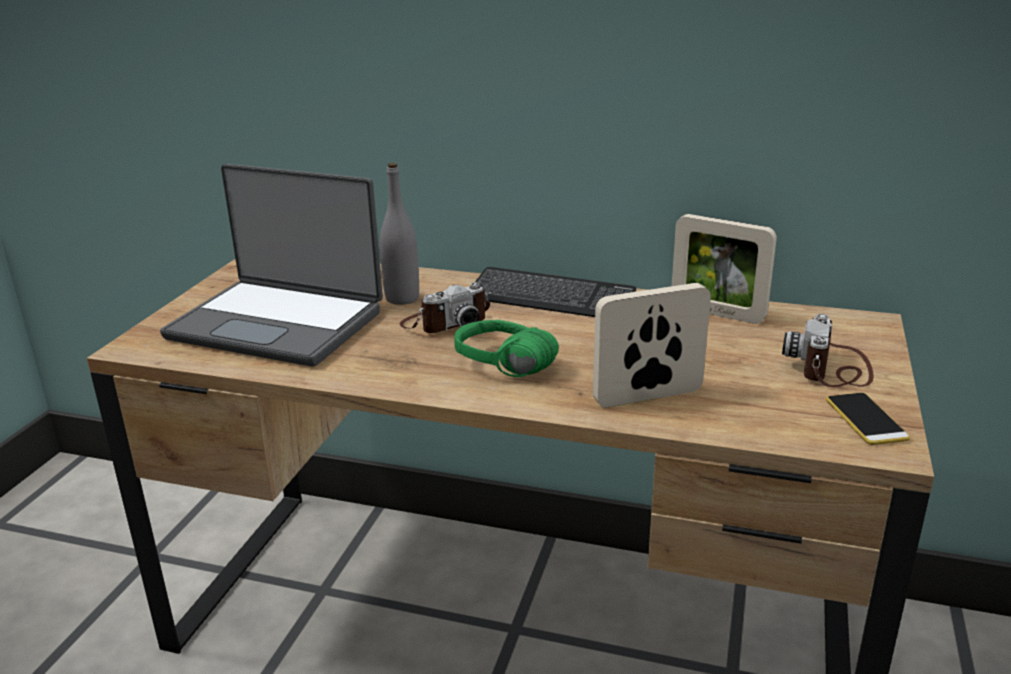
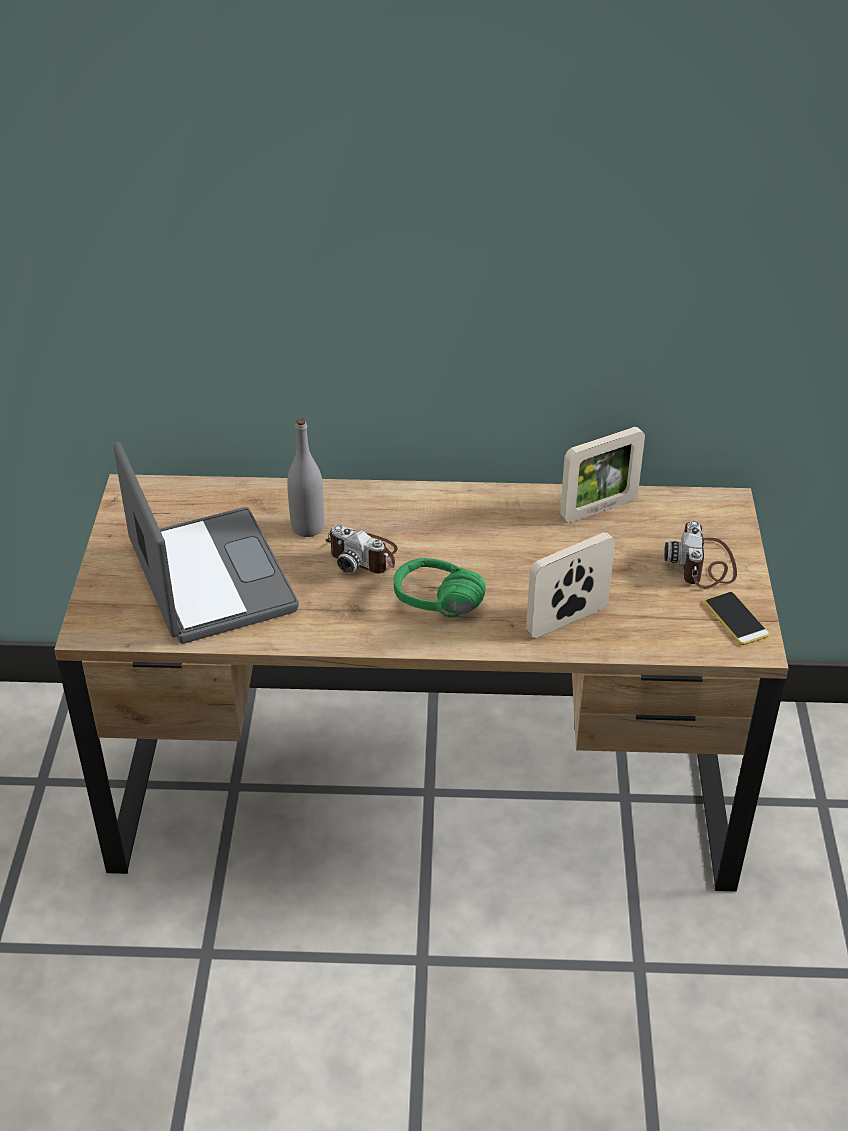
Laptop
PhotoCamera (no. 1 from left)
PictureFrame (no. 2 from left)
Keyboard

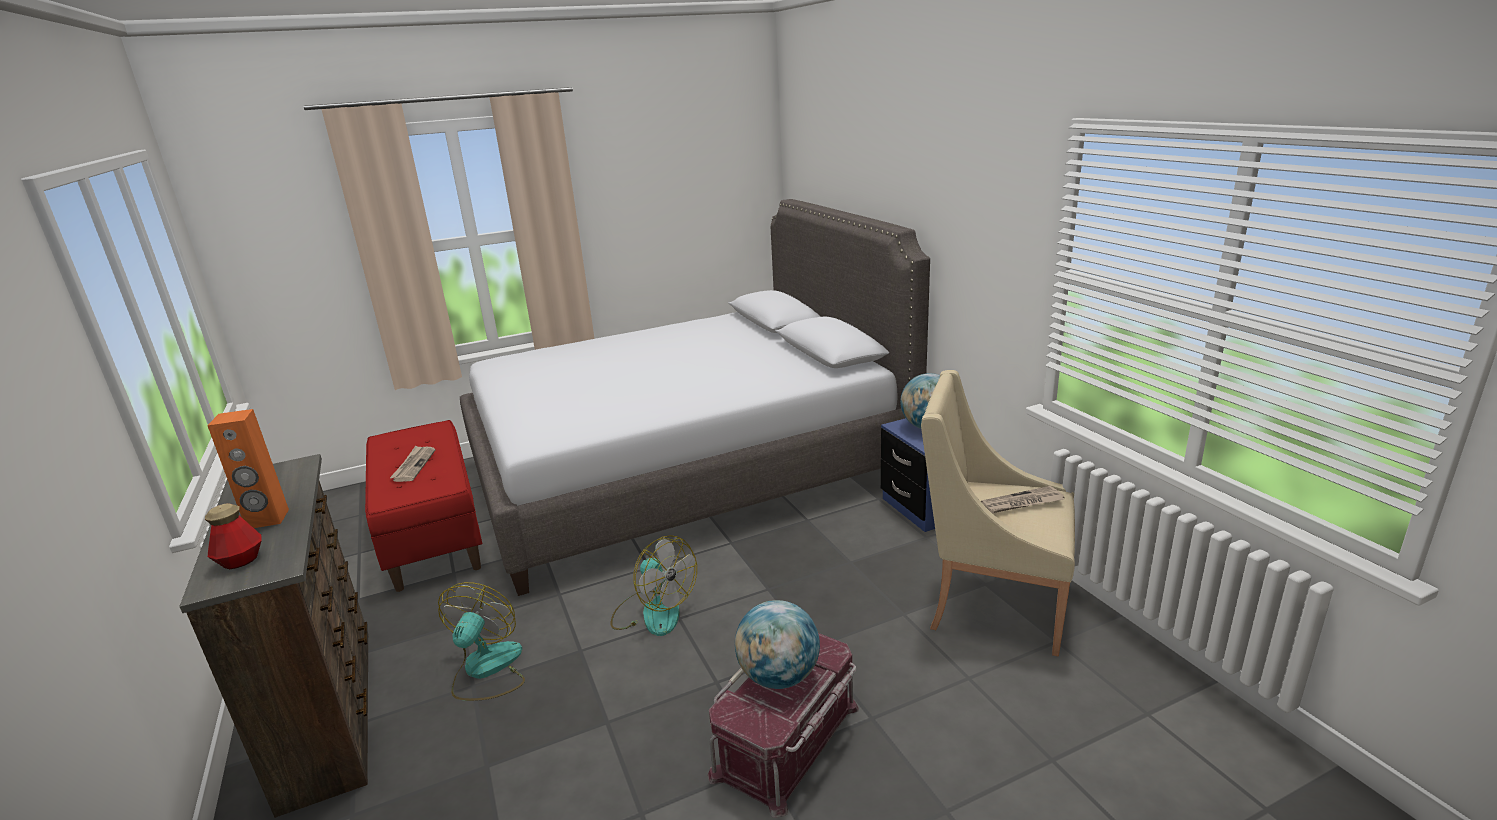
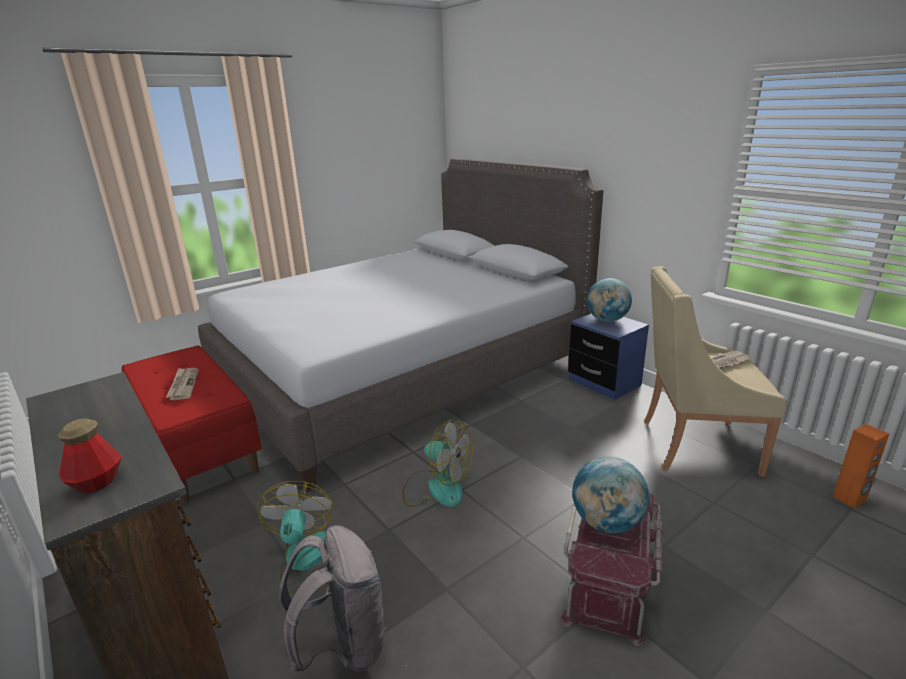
GreyBackpack
OrangeSpeaker

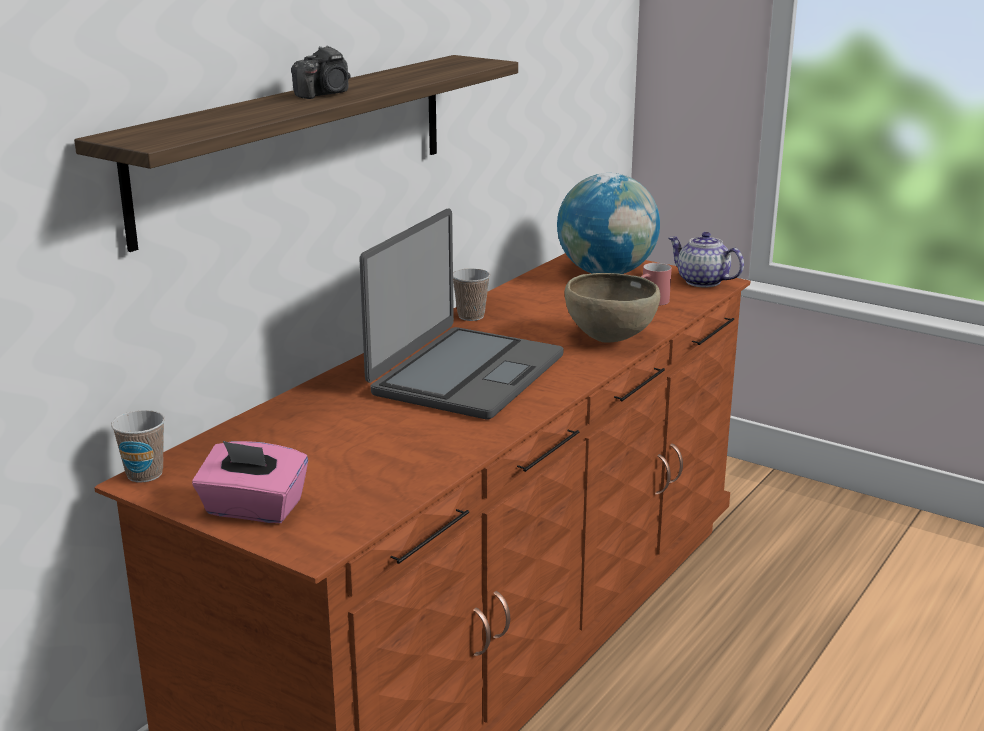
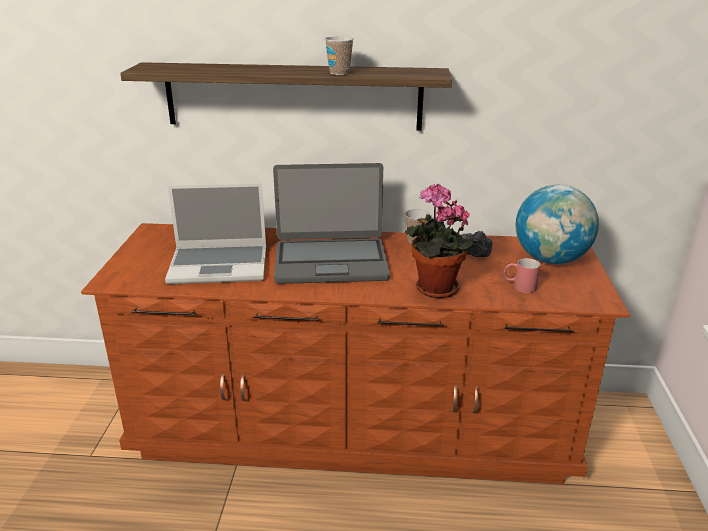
Laptop (no. 1 from left)
Cup (no. 1 from left)
PottedPlant
PhotoCamera
PinkTissueBox
Teapot

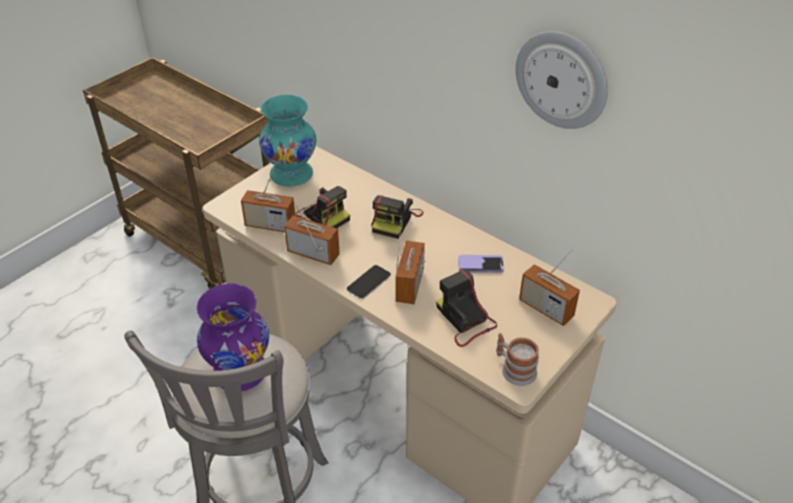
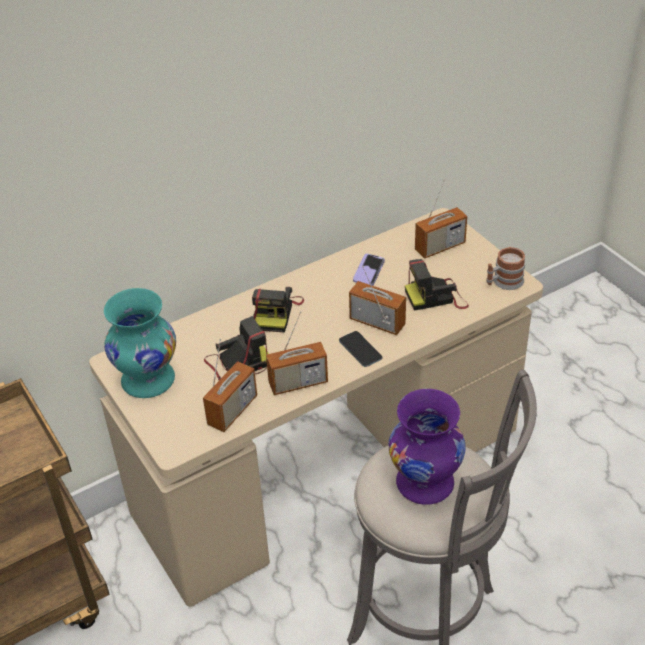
PhotoCamera (no. 2 from left)
Radio (no. 2 from left)
WallClock

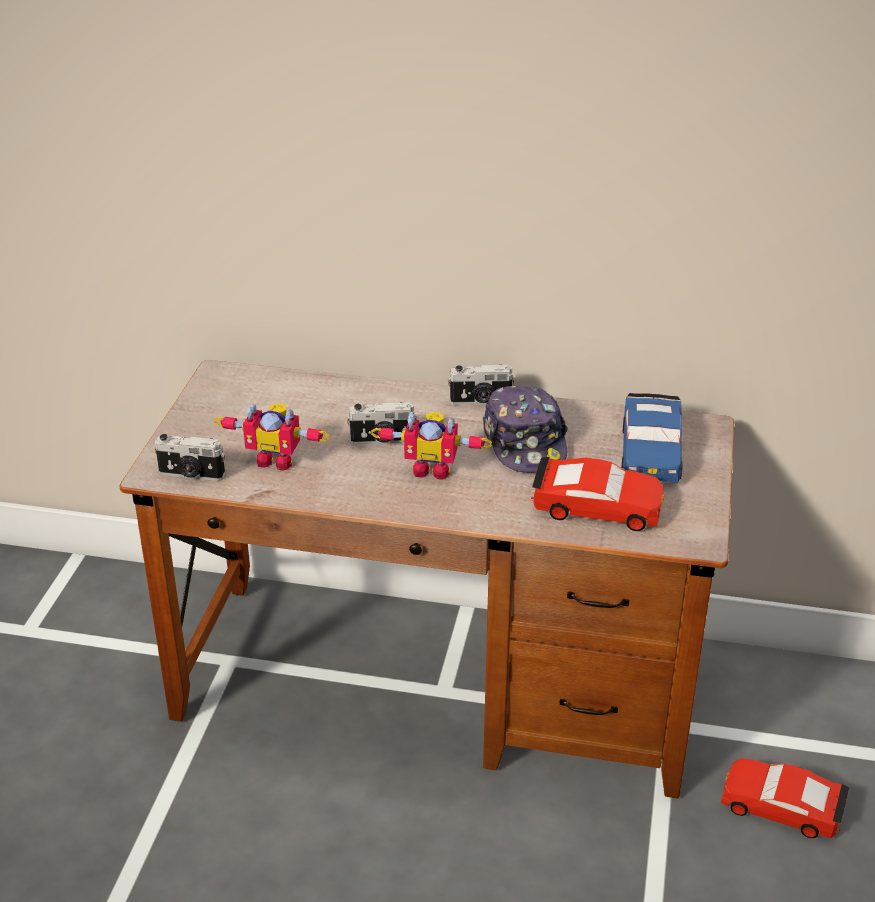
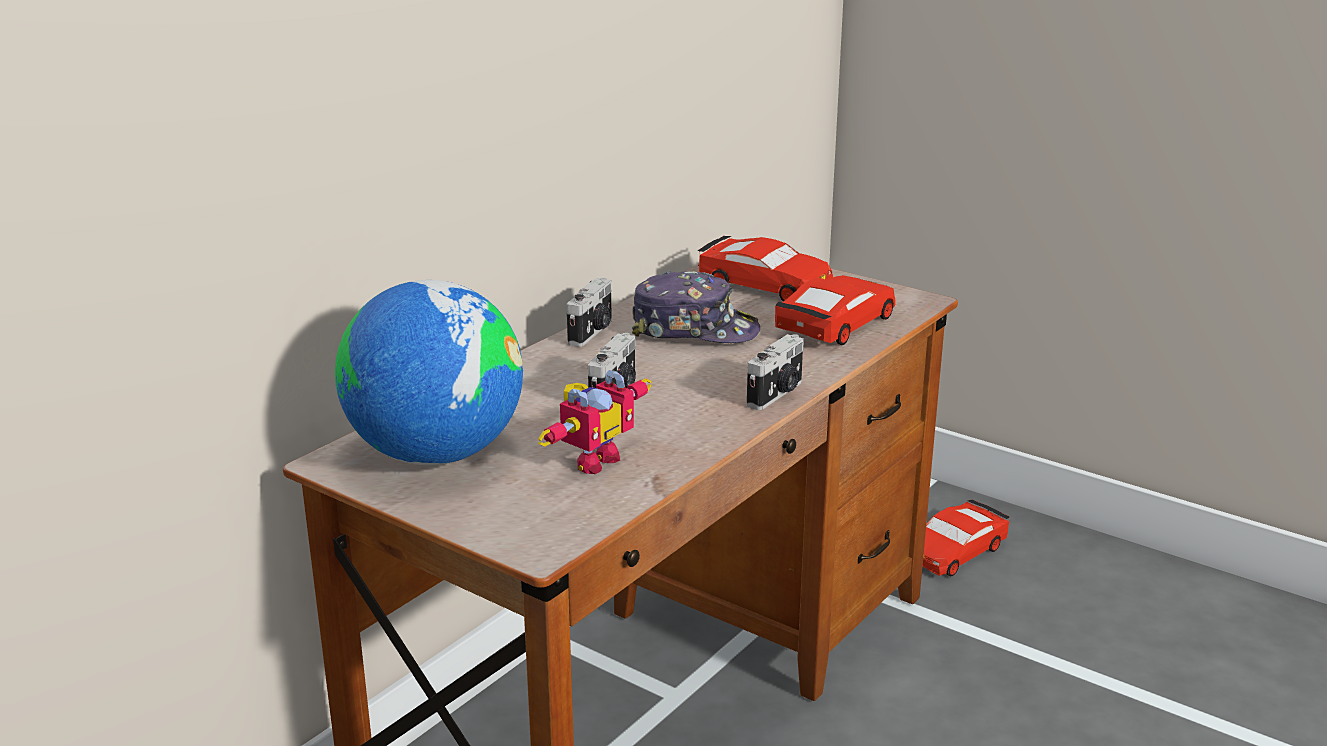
Globe
RedToyCar (no. 1 from left)
PhotoCamera (no. 3 from left)
ToyRobot (no. 2 from left in the first image)

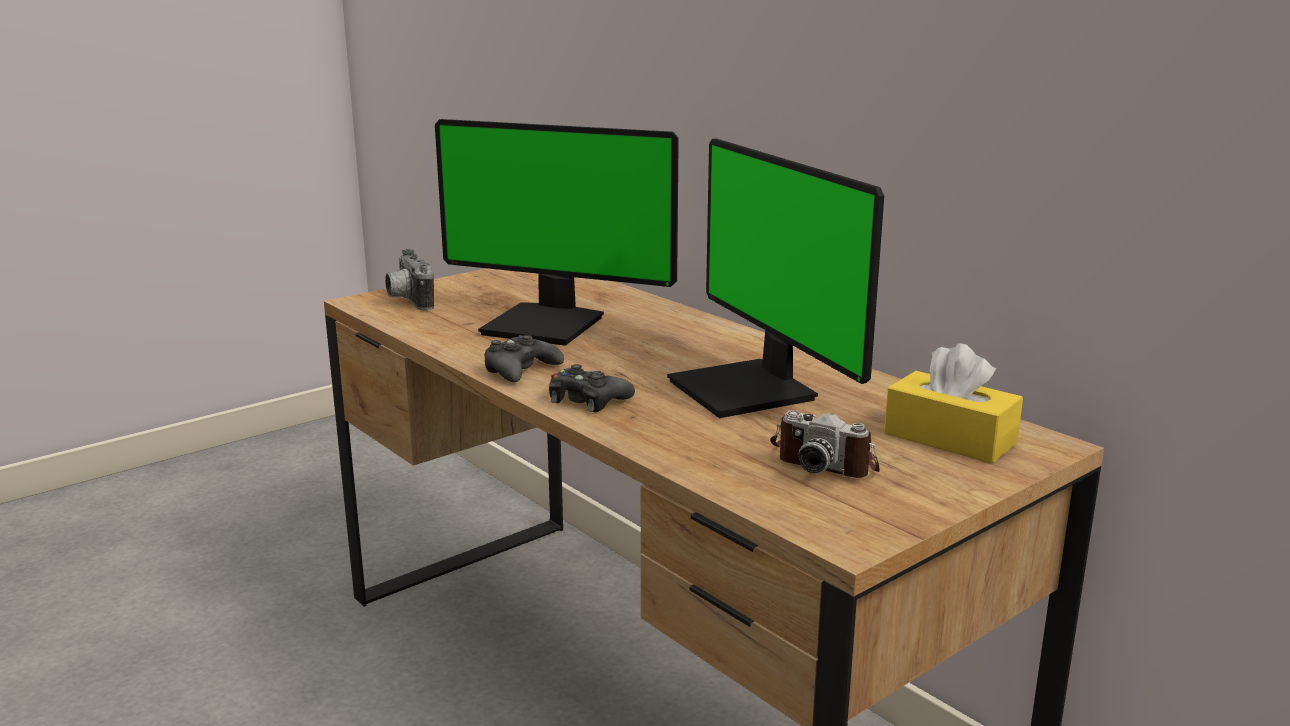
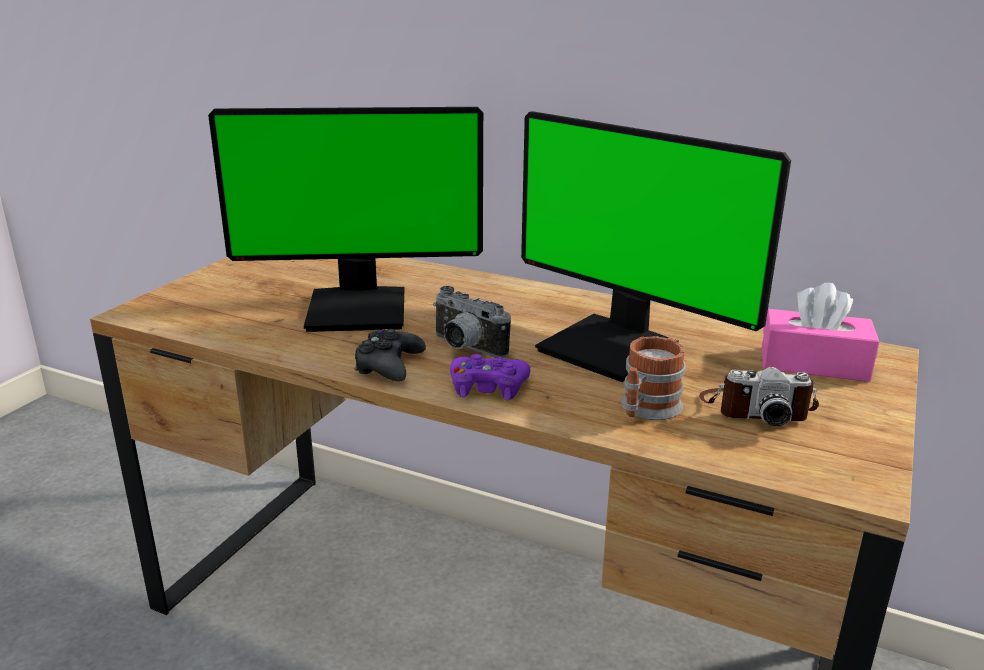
PhotoCamera (no. 1 from left)
PurpleGameController
Mug
PinkTissueBox

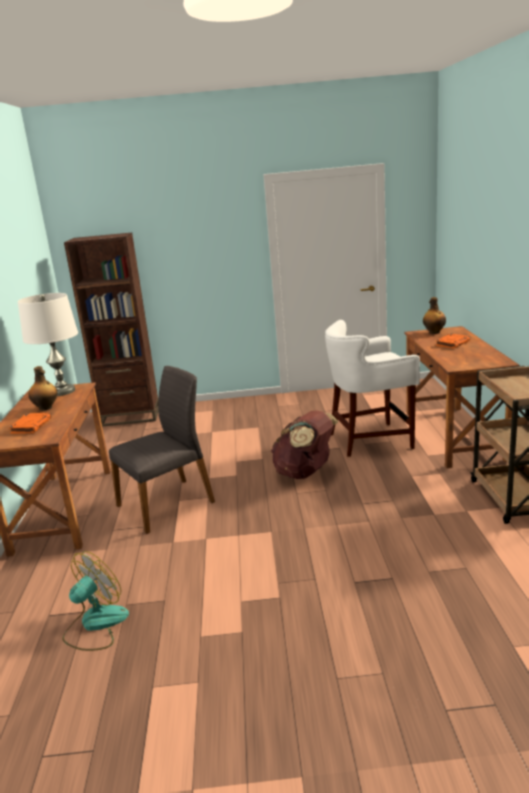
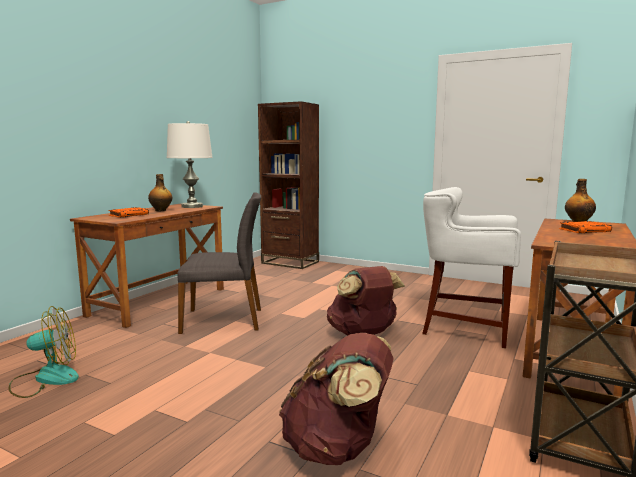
BrownBackpack (no. 1 from left)

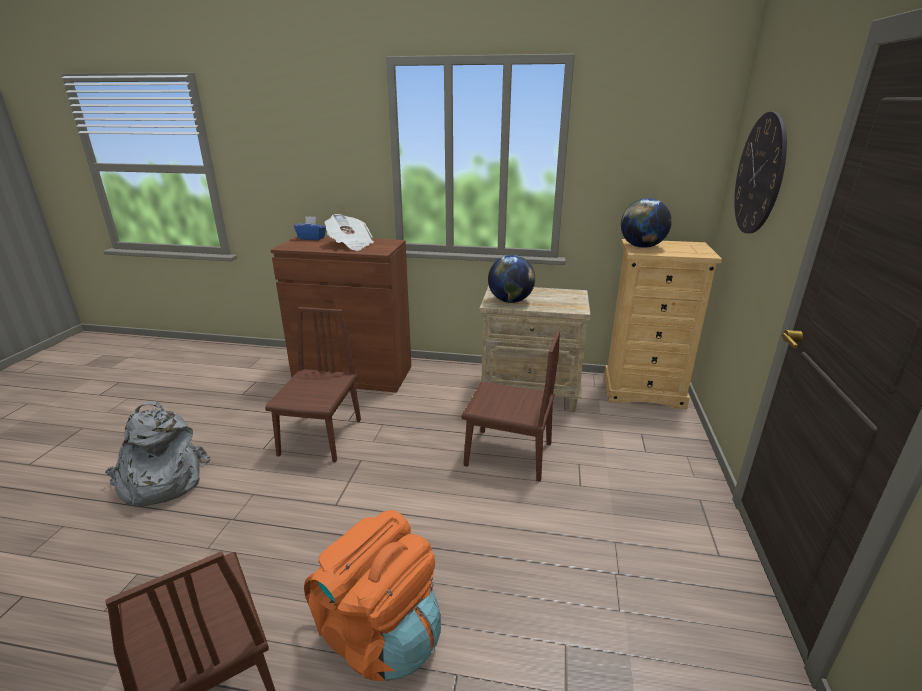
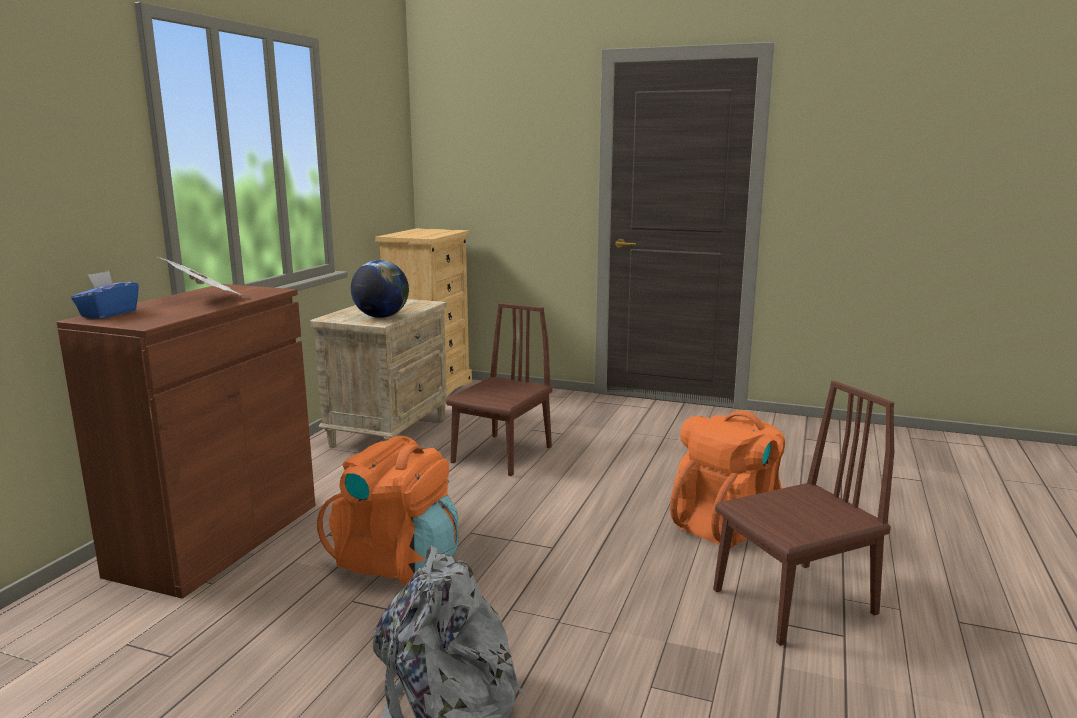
OrangeBackpack (no. 1 from left)
Globe (no. 2 from left in the first image)
WallClock

